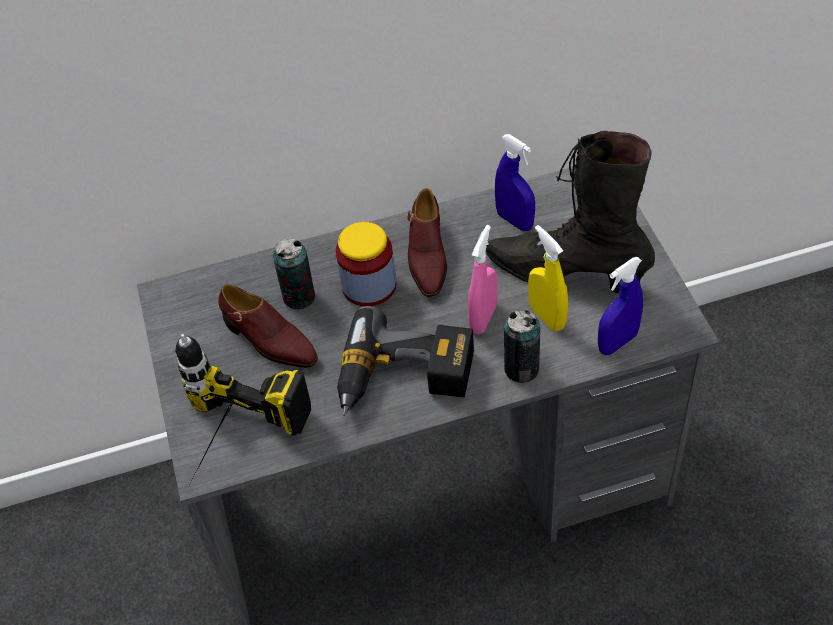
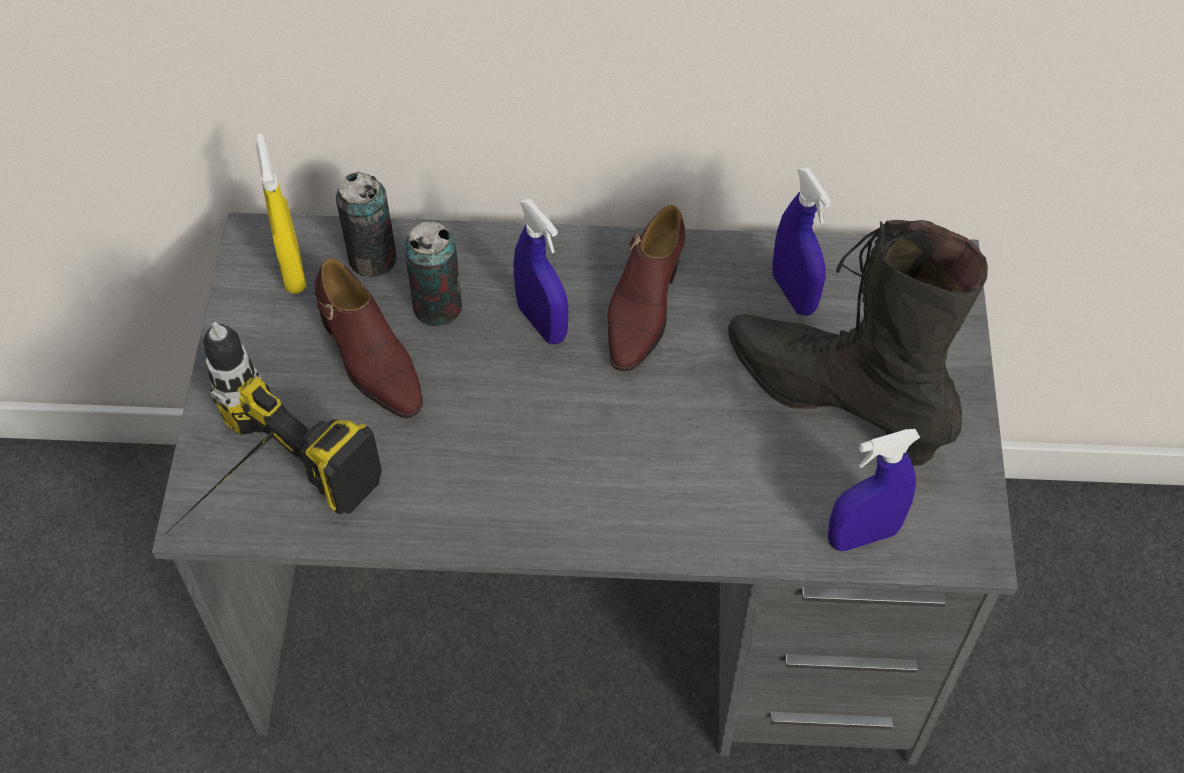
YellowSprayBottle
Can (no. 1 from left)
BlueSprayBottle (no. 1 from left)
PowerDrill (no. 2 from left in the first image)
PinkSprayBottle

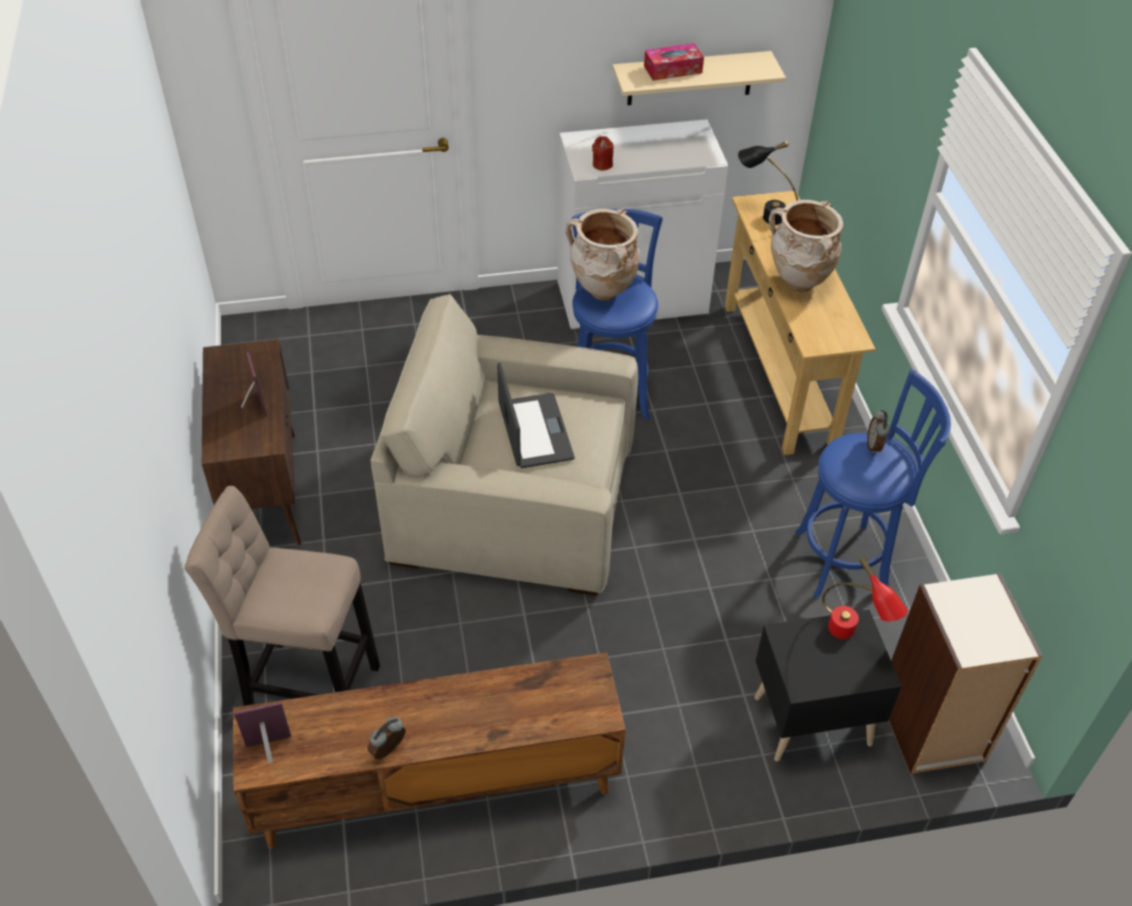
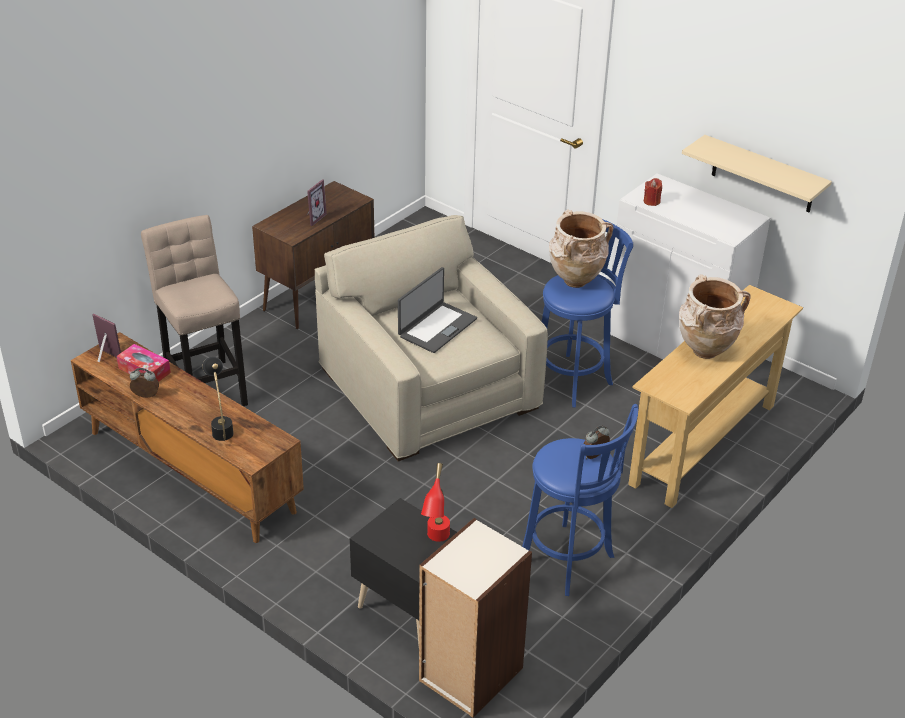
TissueBox
BlackTableLamp

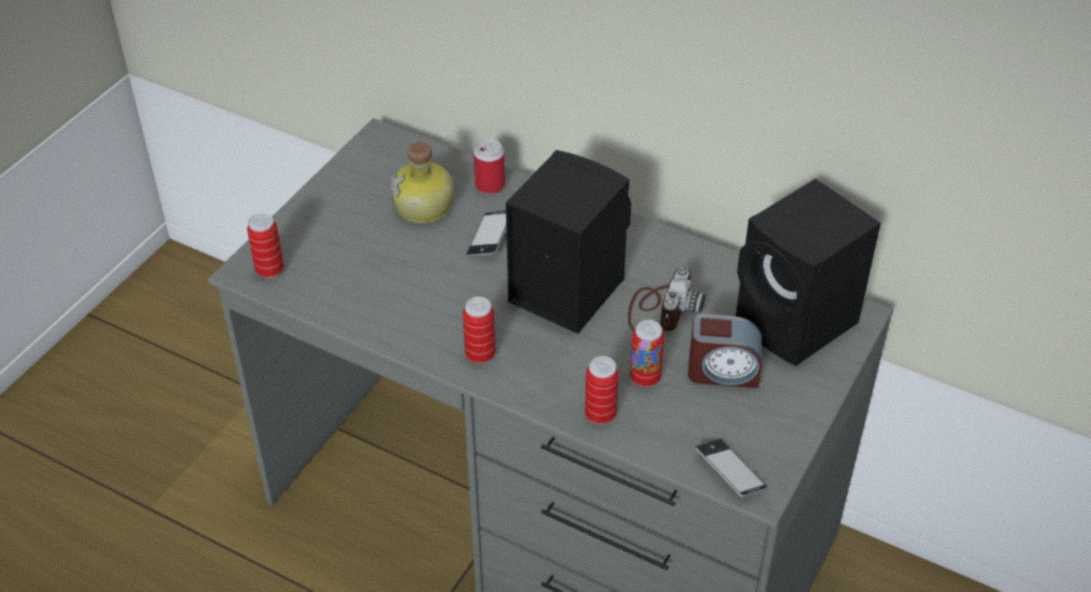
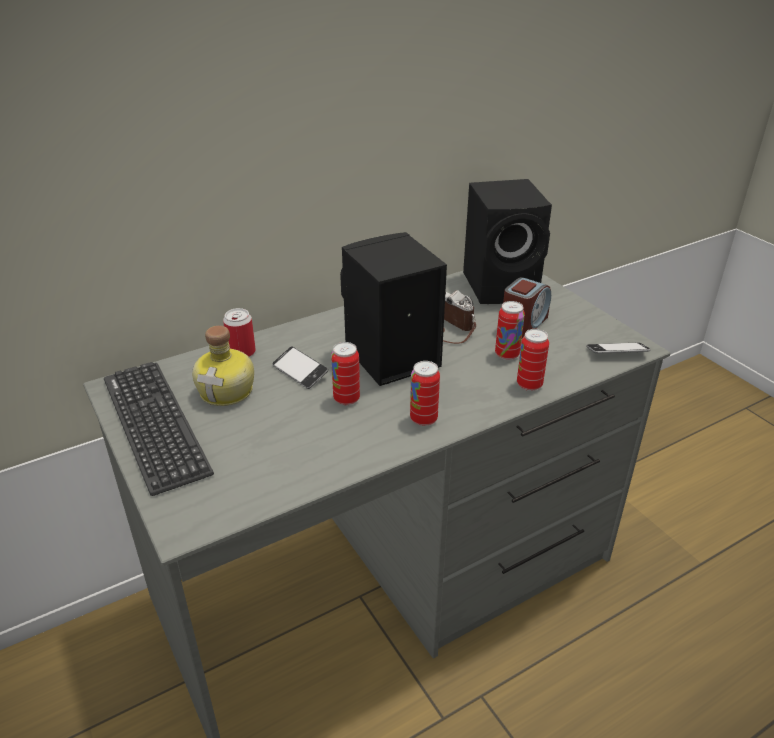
Keyboard
Can (no. 2 from left)

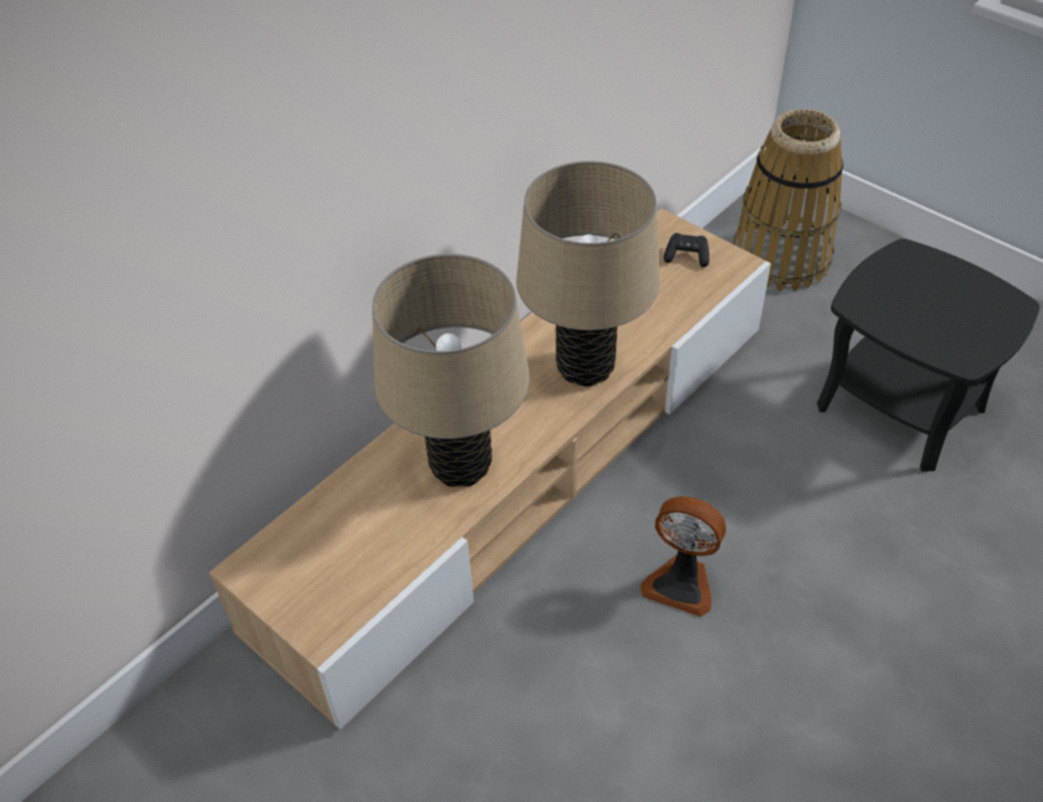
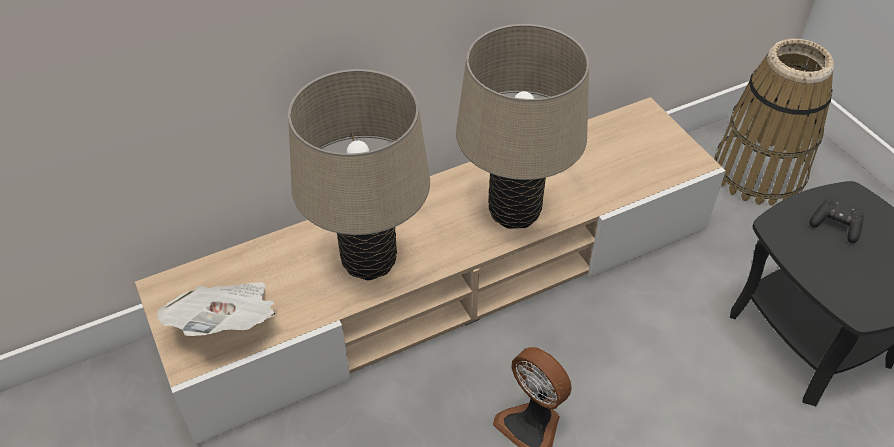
Newspaper
BlackGameController

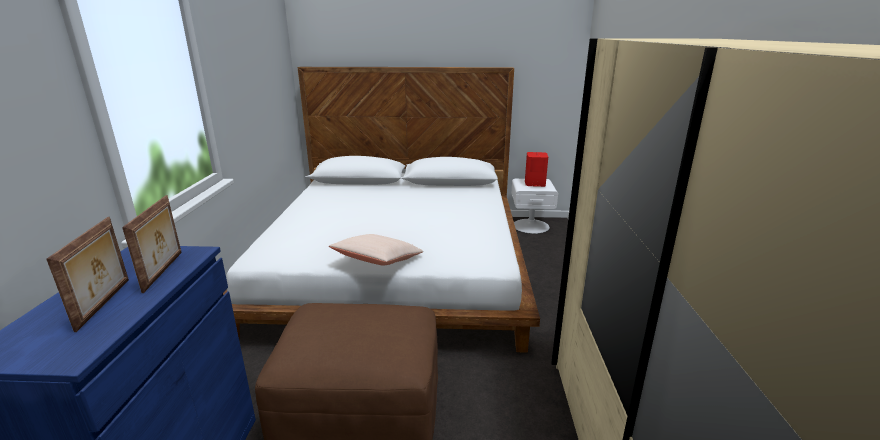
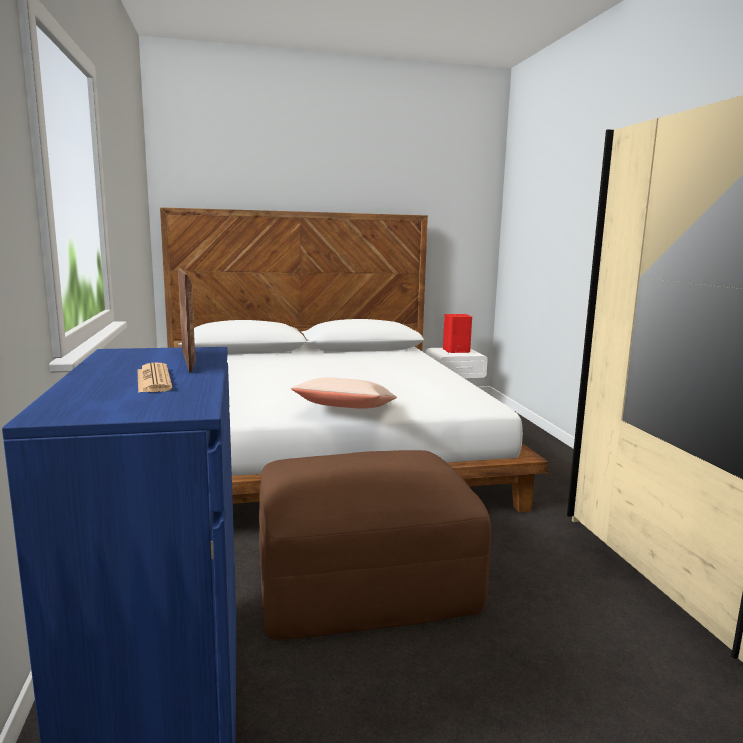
Newspaper

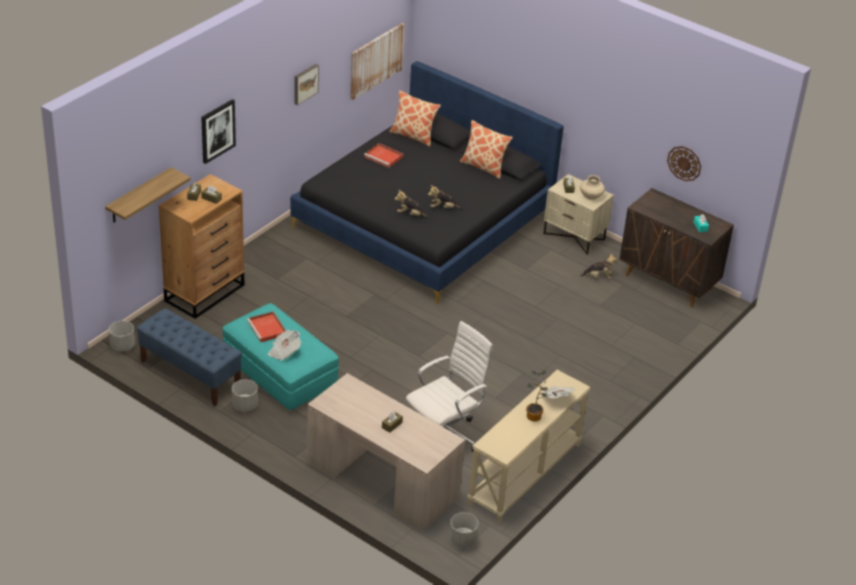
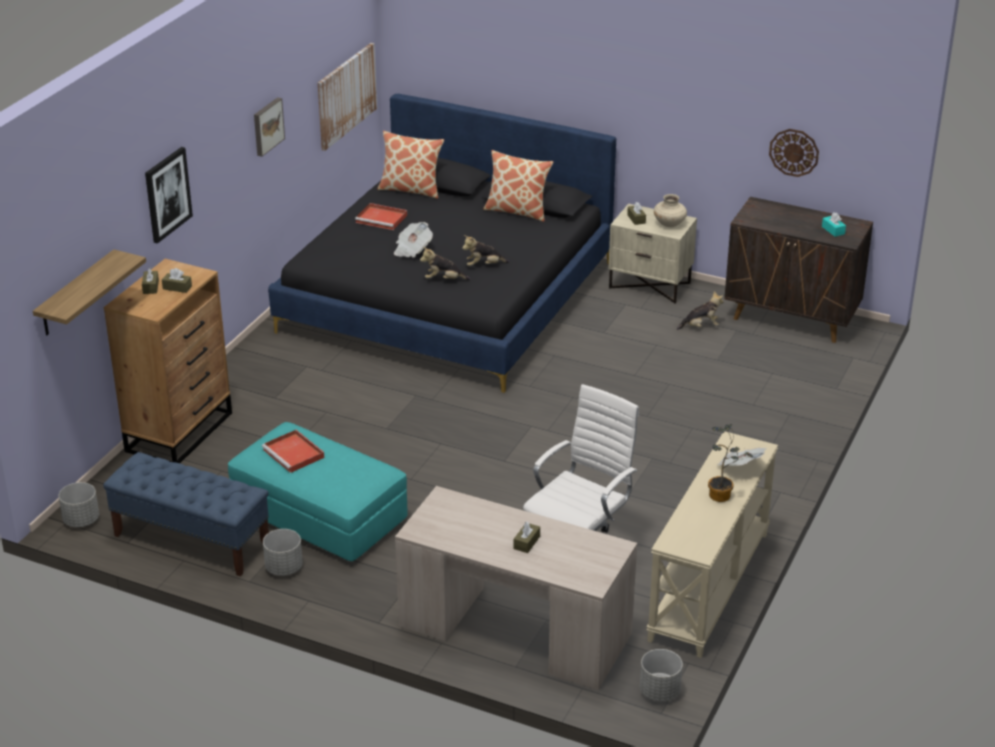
Newspaper (no. 1 from left)

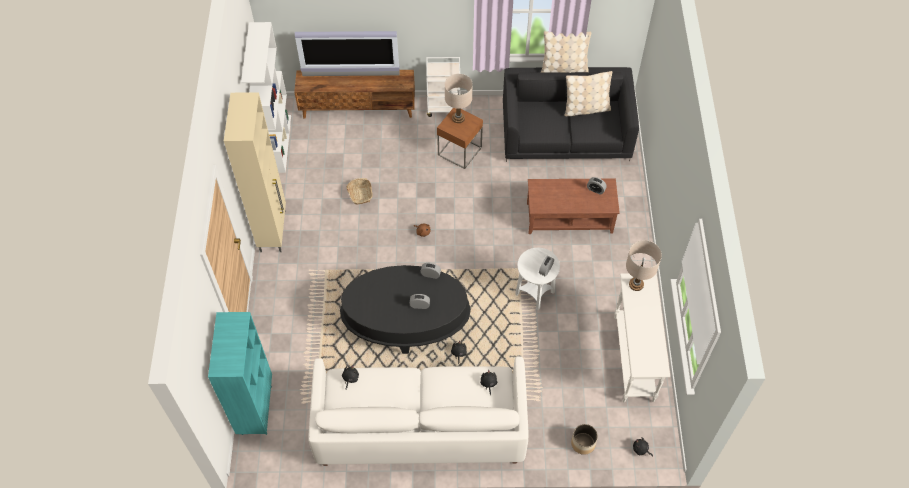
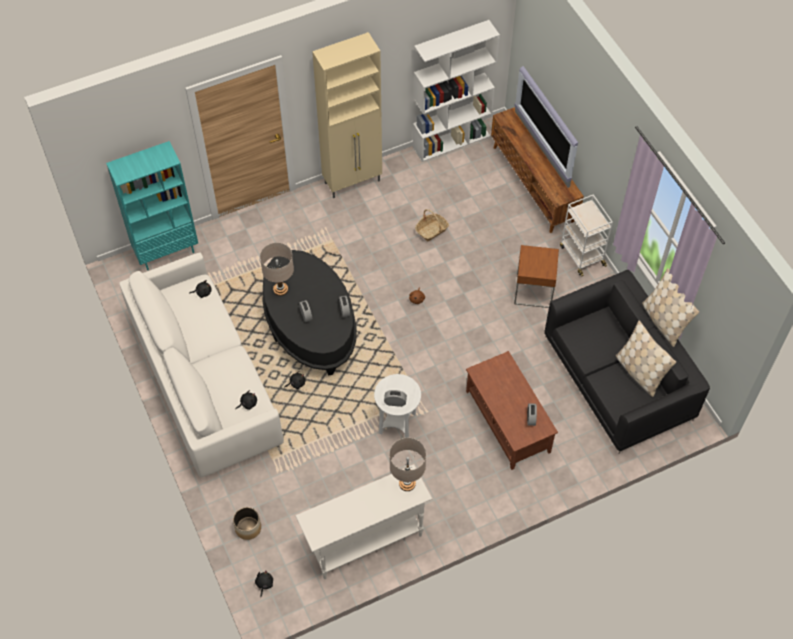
BeigeTableLamp (no. 1 from left)

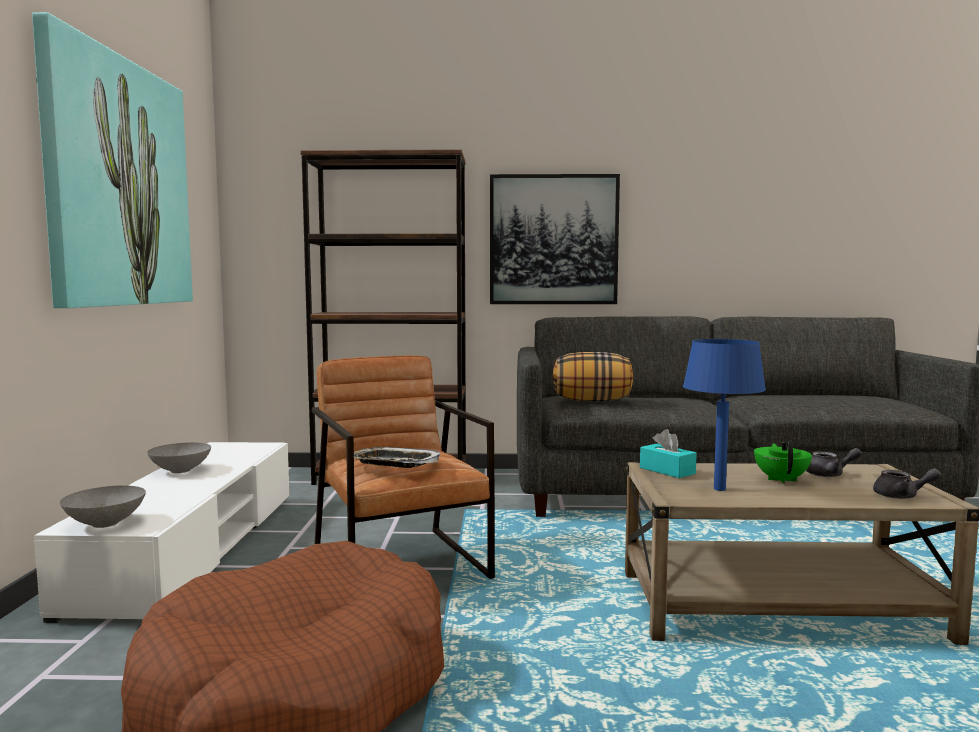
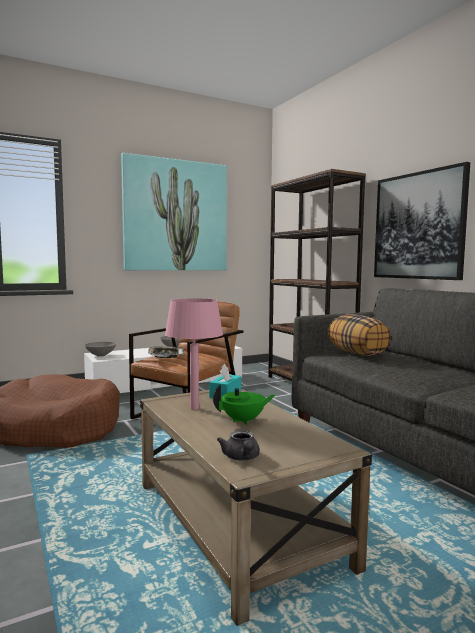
PinkTableLamp
GreyTeapot (no. 1 from left in the first image)

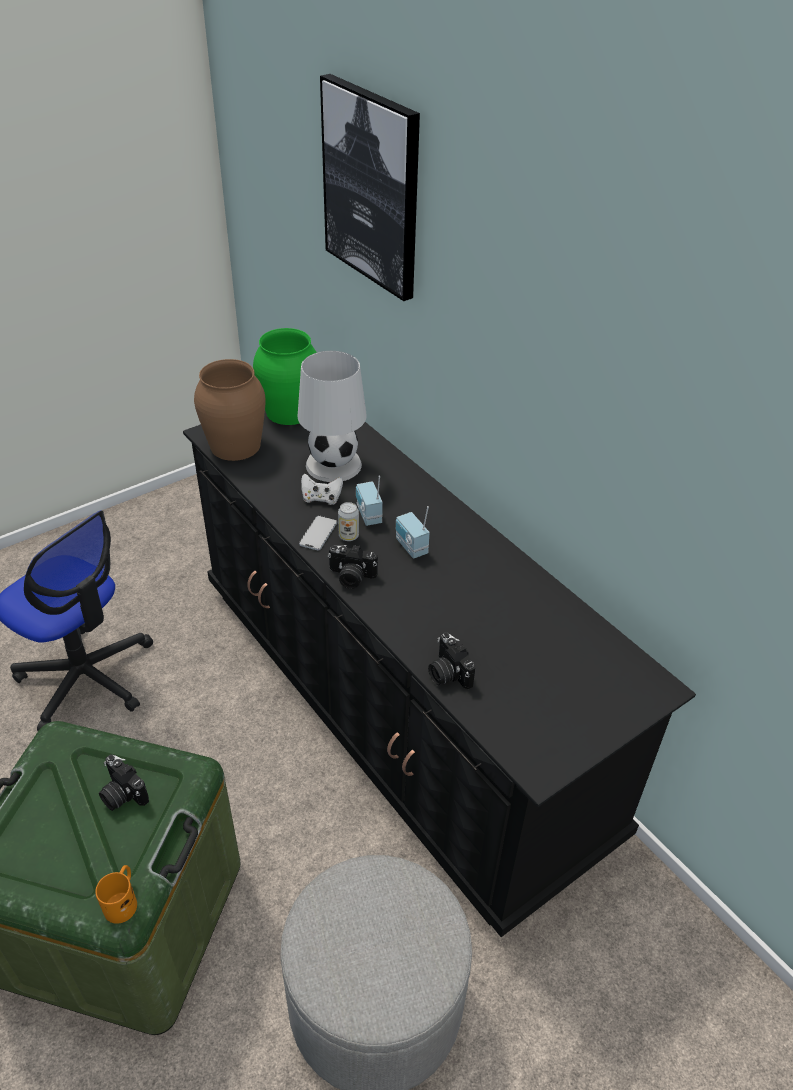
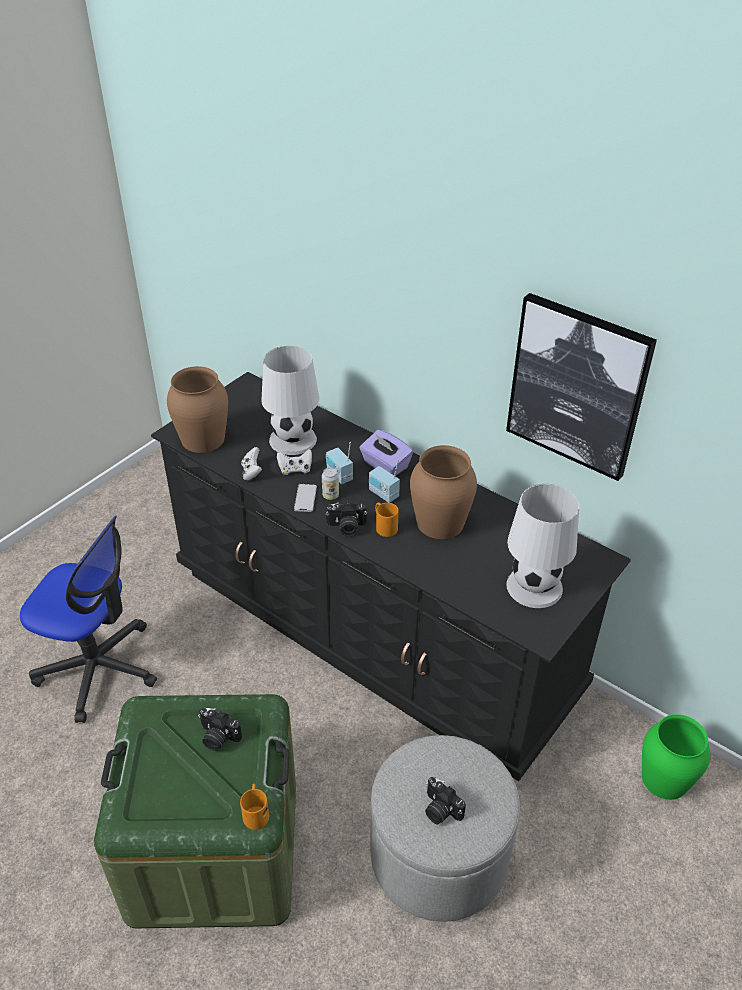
WhiteGameController (no. 1 from left)
PurpleTissueBox
OrangeMug (no. 2 from left)
BrownVase (no. 2 from left)
PhotoCamera (no. 3 from left)
Picture
WhiteTableLamp (no. 2 from left)
GreenVase

